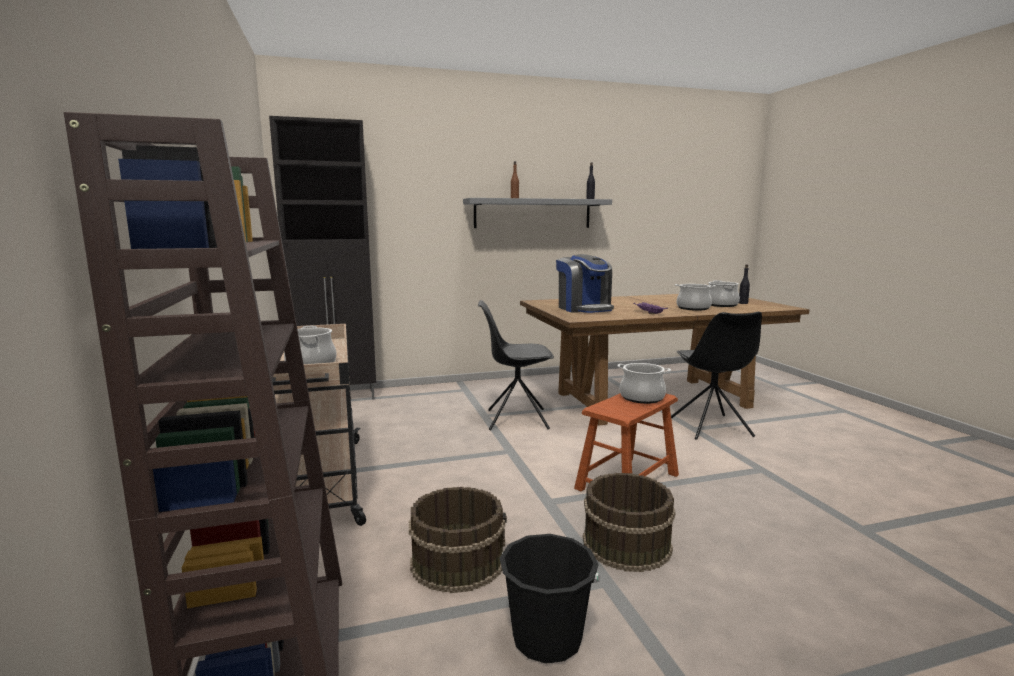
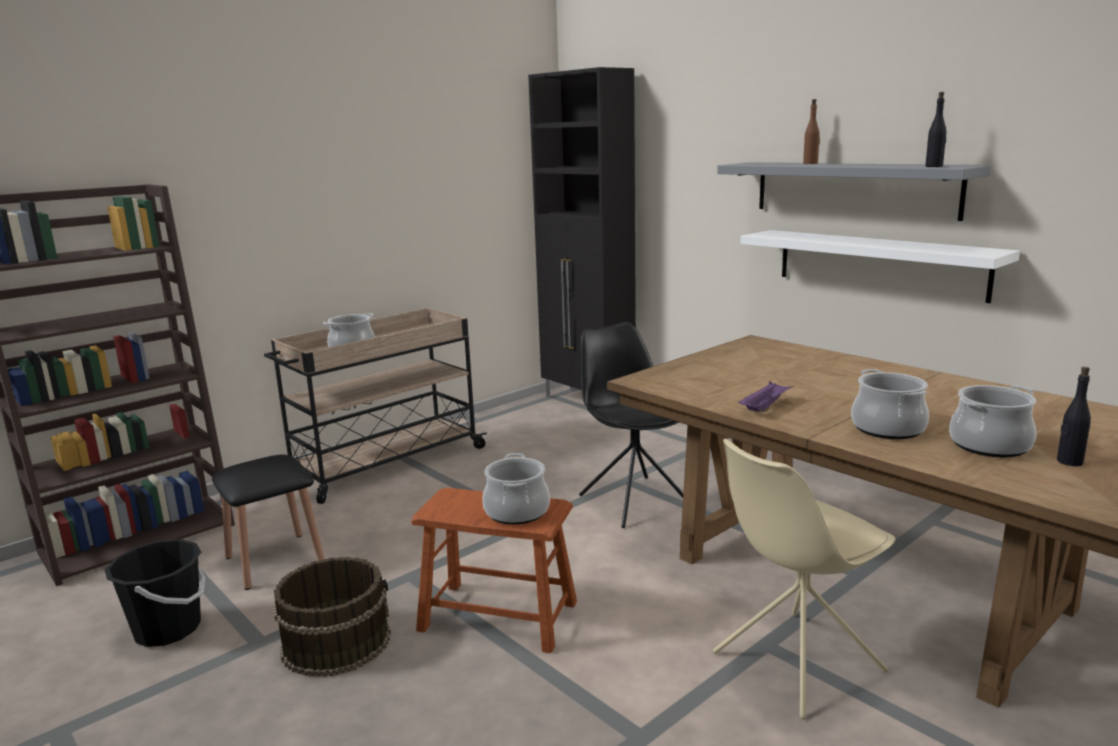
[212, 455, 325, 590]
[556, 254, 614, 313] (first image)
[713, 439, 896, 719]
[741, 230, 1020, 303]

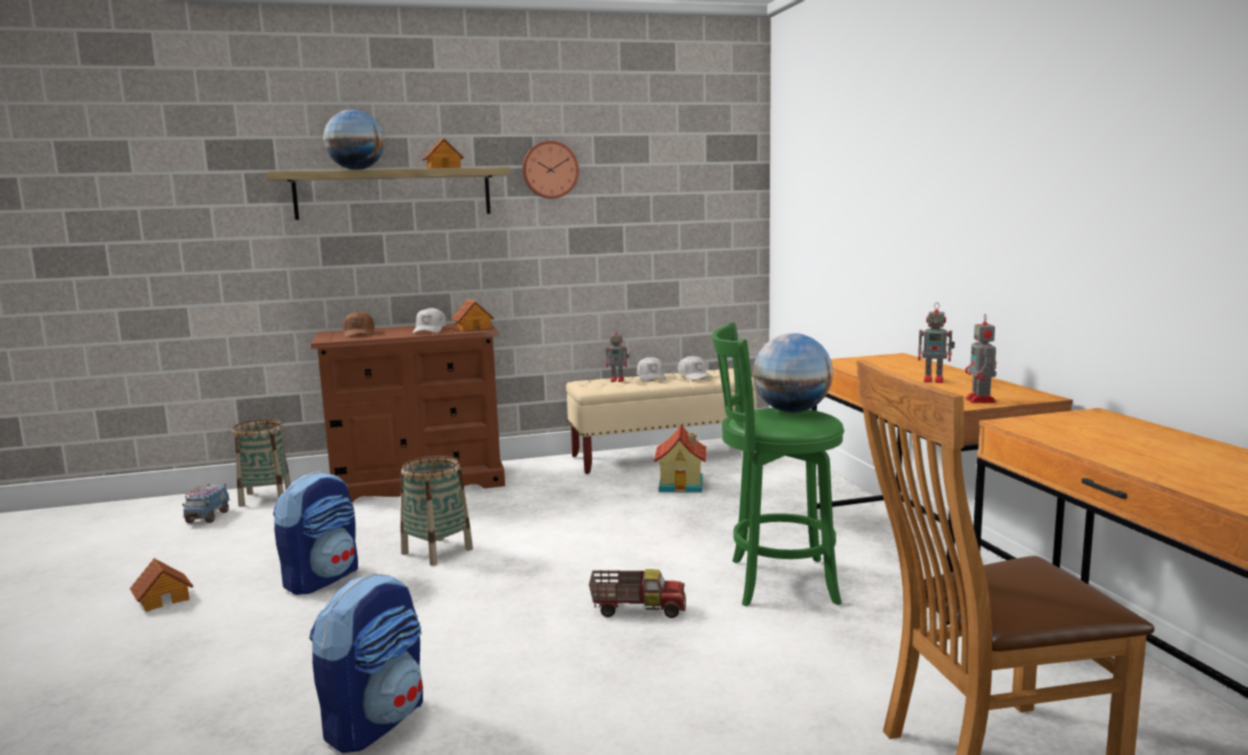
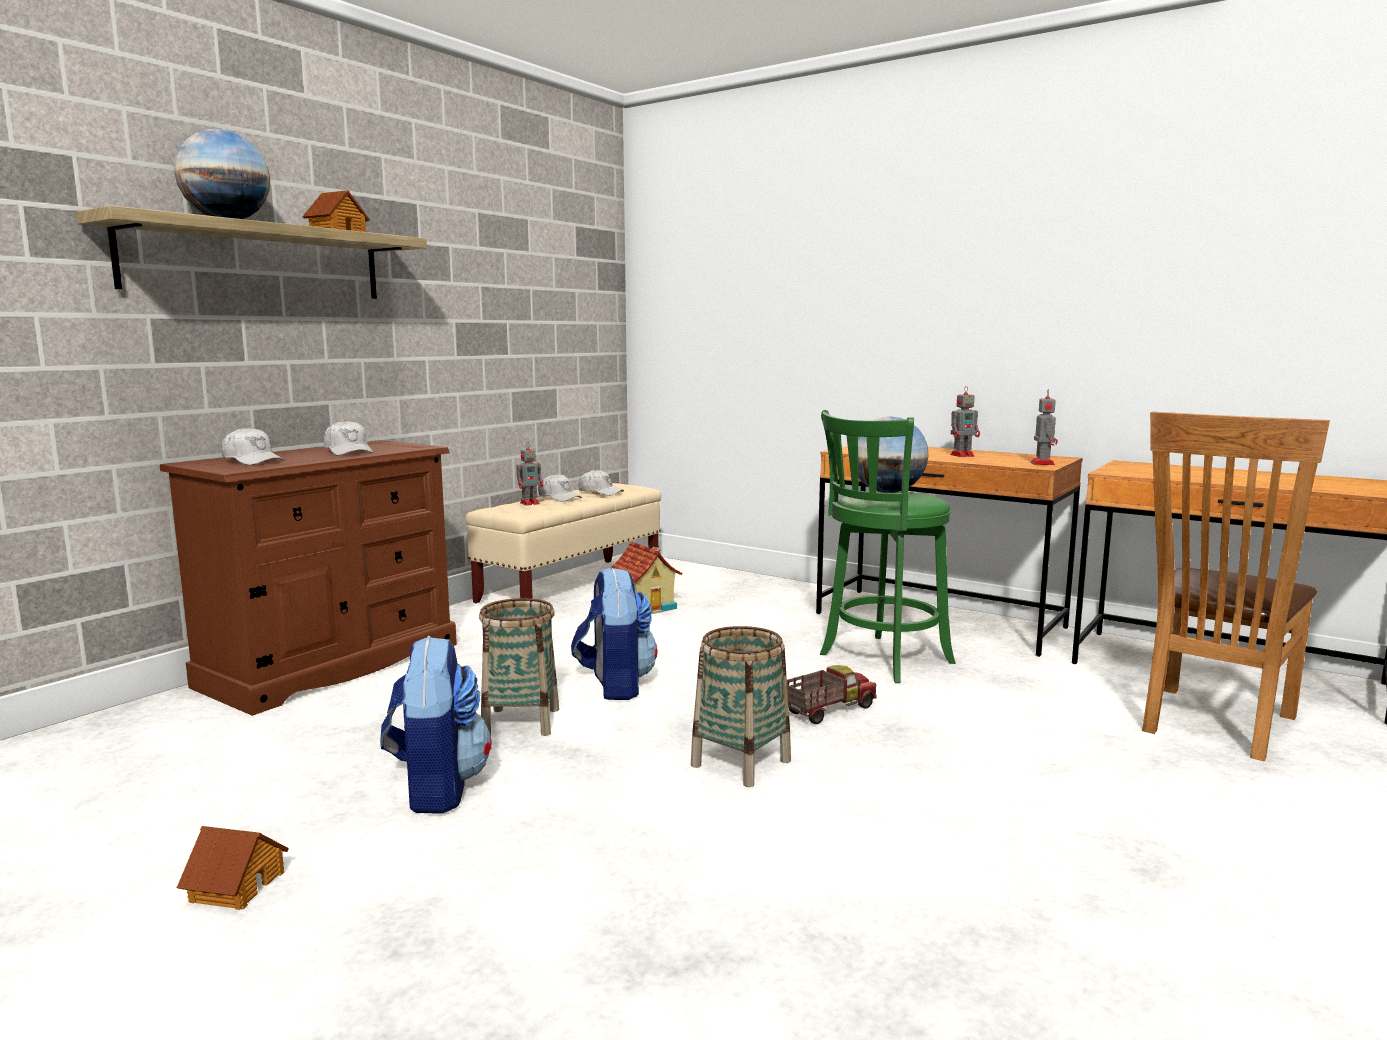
[183, 484, 230, 523] (first image)
[691, 626, 791, 787]
[571, 567, 658, 700]
[221, 427, 285, 465]
[451, 299, 494, 331] (first image)
[522, 141, 579, 199] (first image)
[1030, 390, 1058, 465]

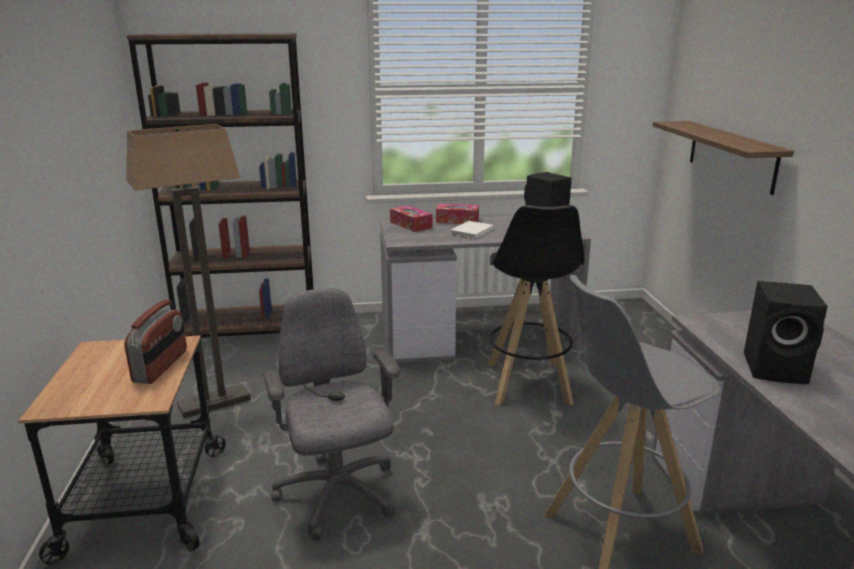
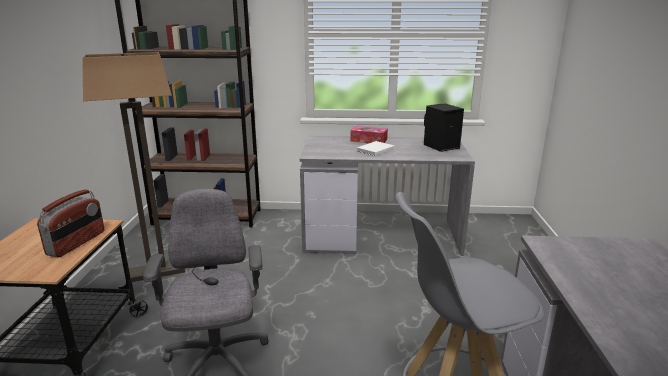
[390, 205, 432, 232] (first image)
[488, 205, 584, 406] (first image)
[653, 121, 794, 195] (first image)
[744, 281, 828, 384] (first image)

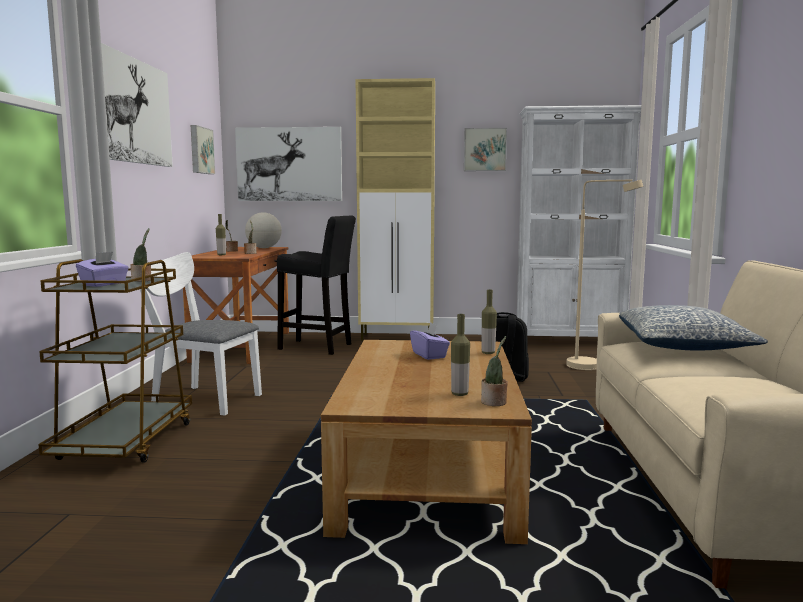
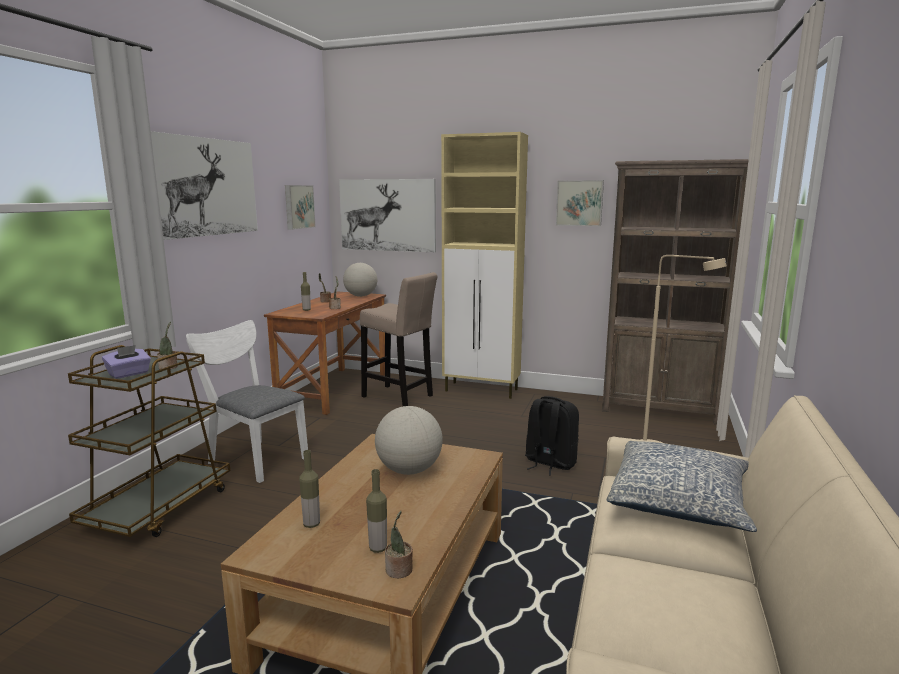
[360, 272, 437, 406]
[375, 406, 443, 475]
[299, 450, 320, 528]
[602, 159, 749, 425]

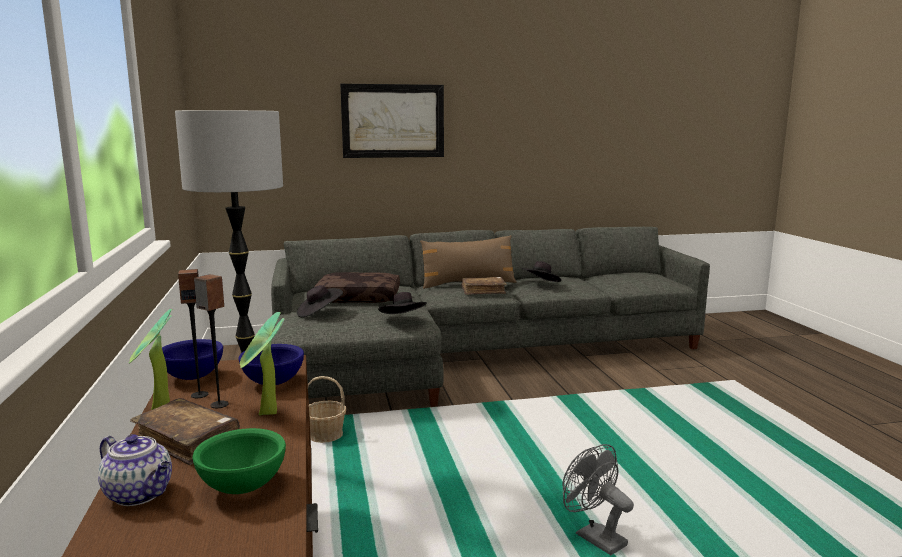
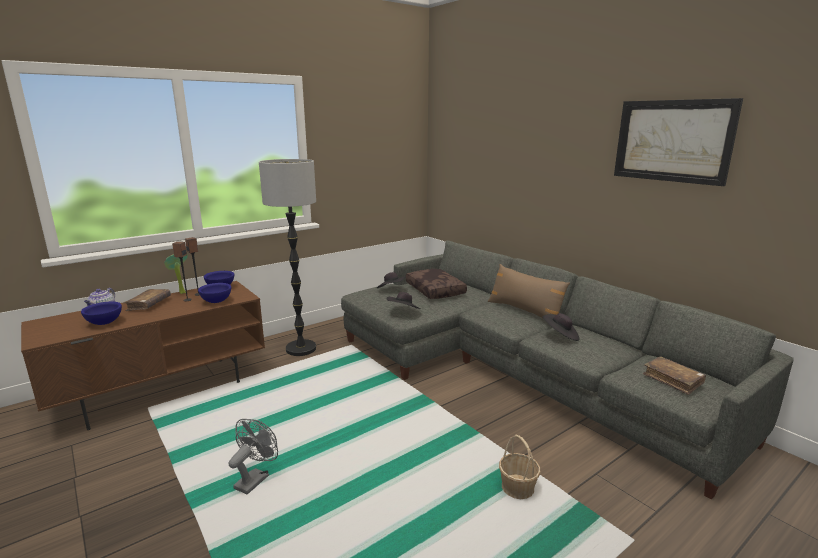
[81, 302, 122, 325]
[240, 312, 284, 416] (first image)
[499, 435, 541, 499]
[614, 98, 743, 186]
[643, 356, 706, 395]

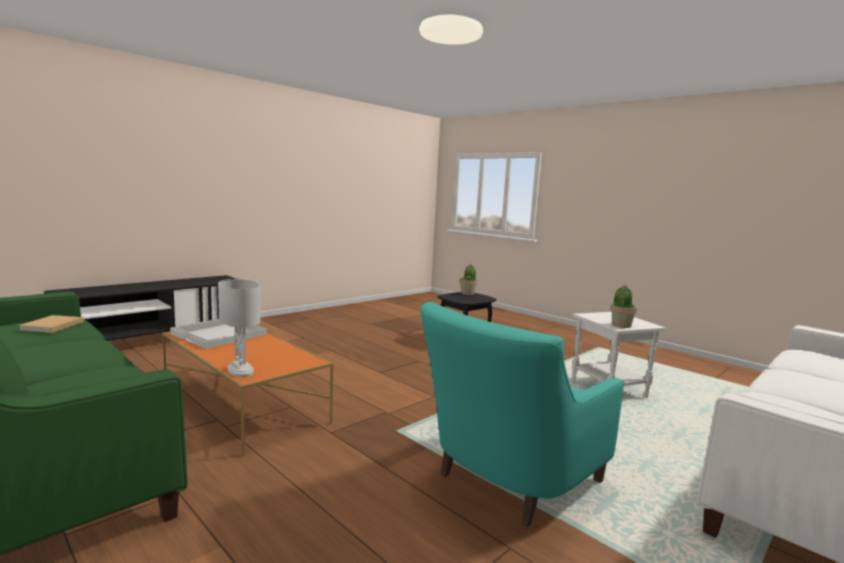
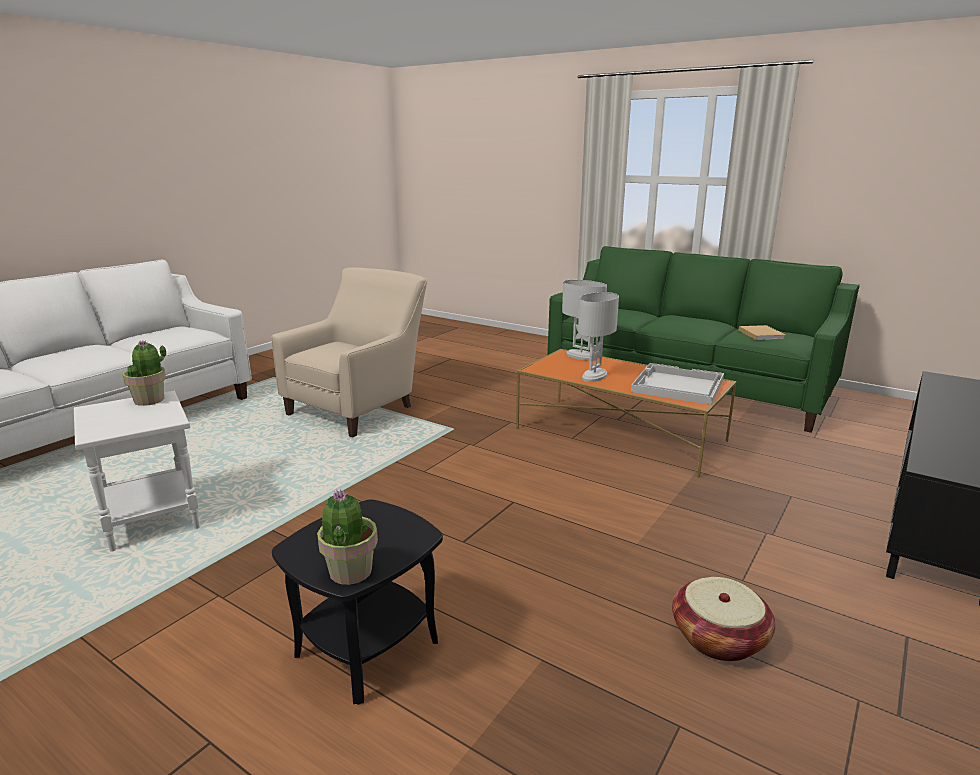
[271, 267, 427, 438]
[578, 292, 619, 382]
[672, 577, 775, 661]

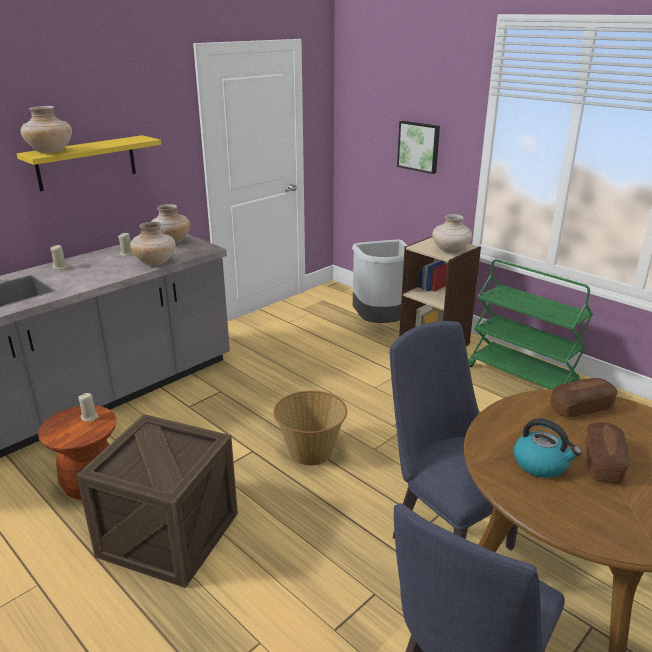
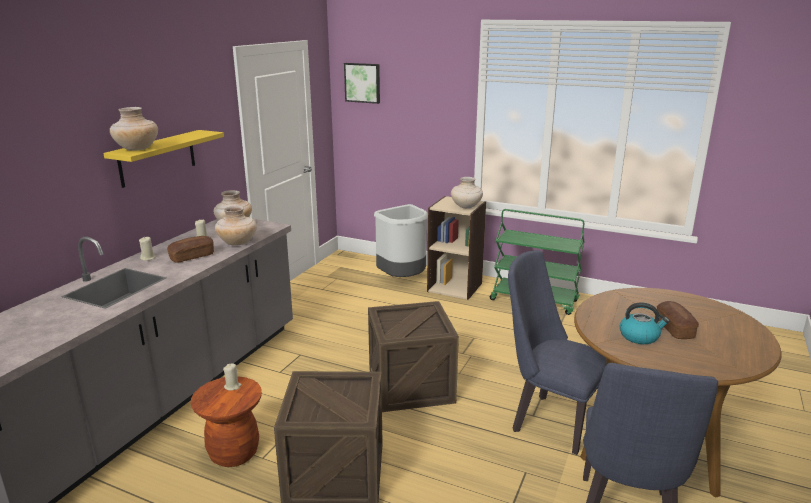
[368, 301, 459, 412]
[344, 63, 380, 104]
[167, 236, 214, 263]

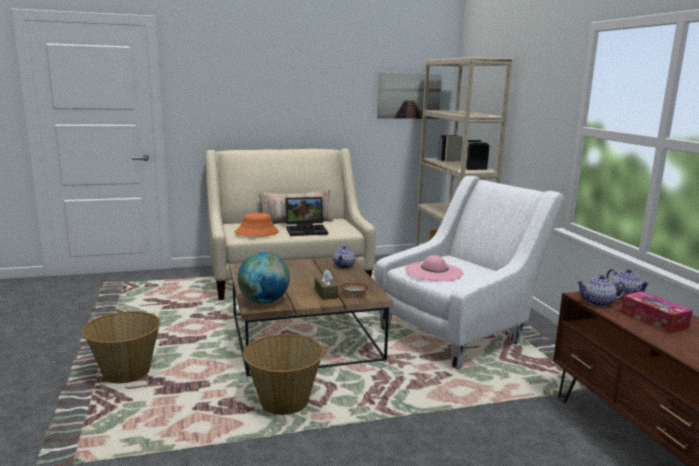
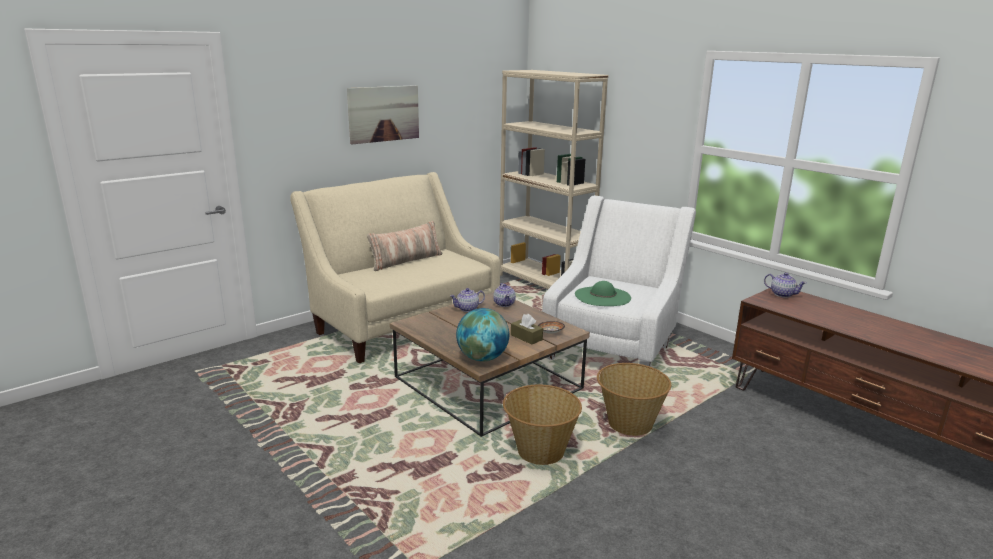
[597, 363, 671, 436]
[235, 213, 279, 237] (first image)
[285, 197, 328, 236] (first image)
[347, 85, 419, 144]
[575, 281, 631, 306]
[450, 288, 485, 312]
[621, 291, 693, 333] (first image)

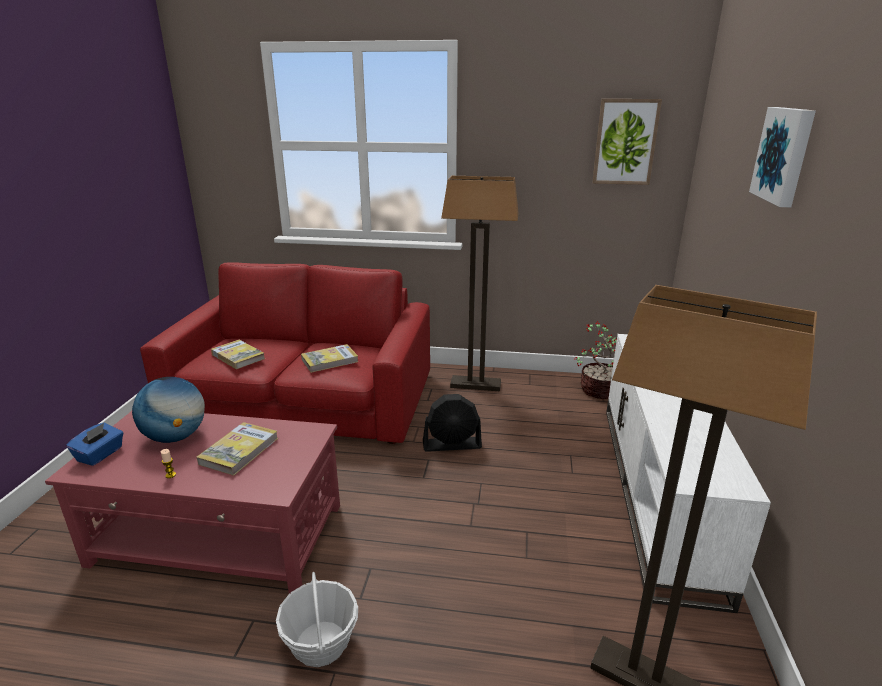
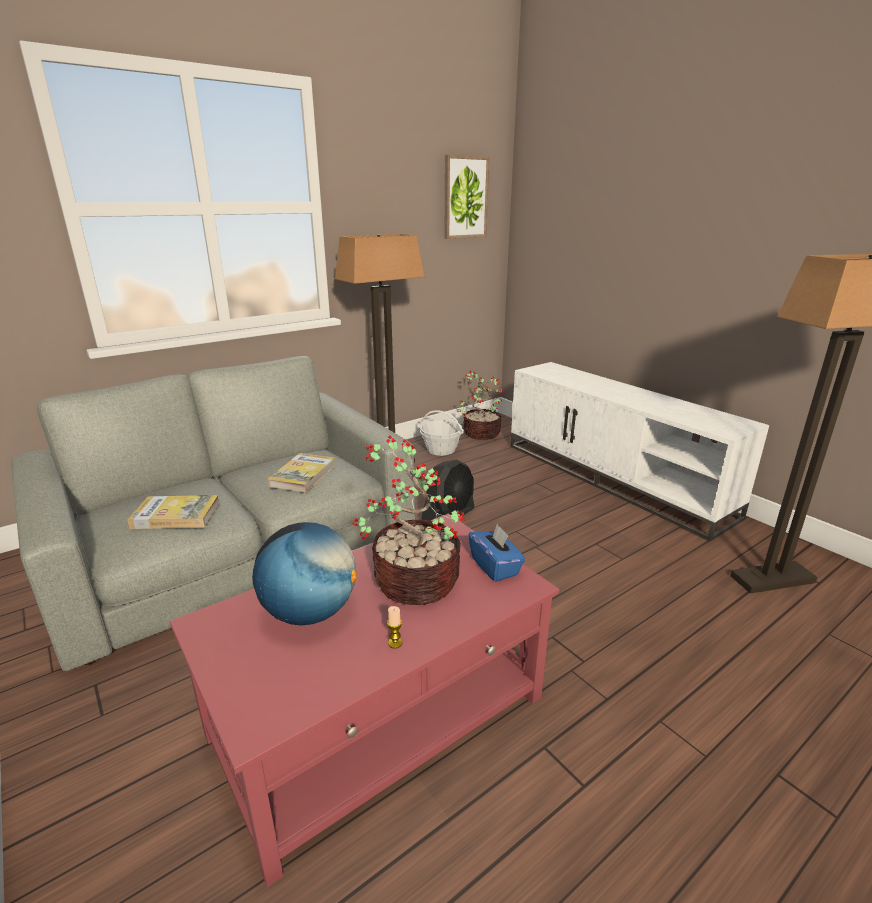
[468, 524, 525, 582]
[11, 356, 415, 671]
[352, 435, 465, 605]
[420, 410, 464, 456]
[749, 107, 816, 208] (first image)

